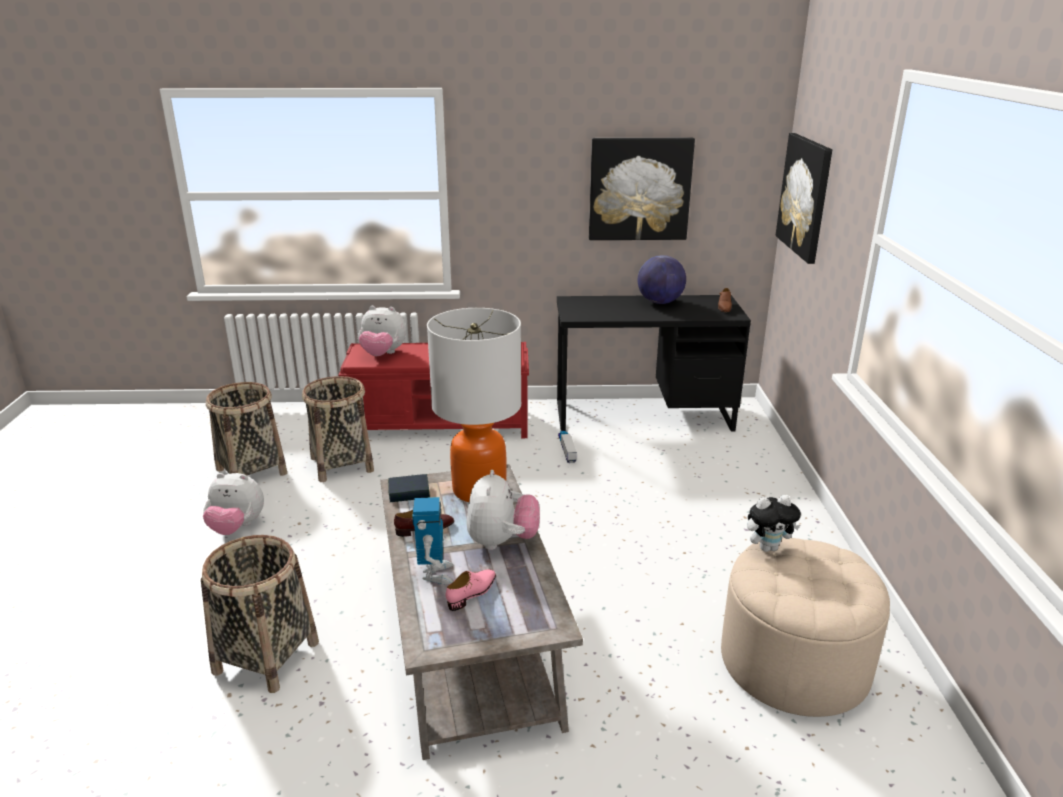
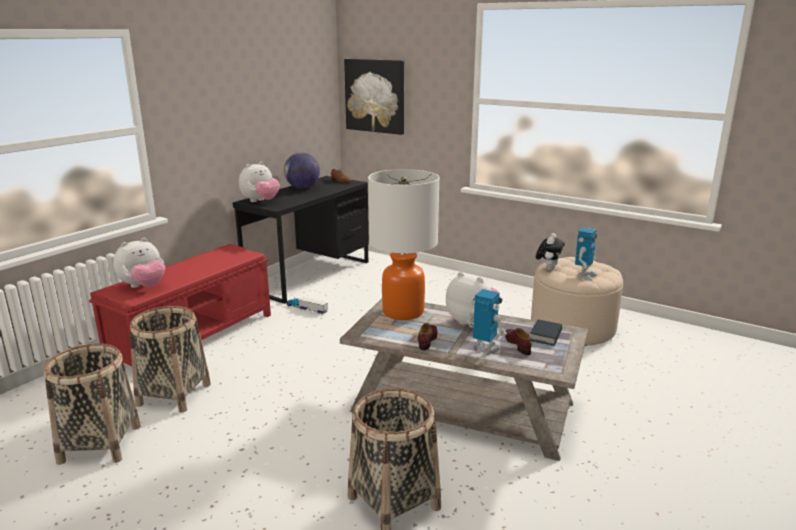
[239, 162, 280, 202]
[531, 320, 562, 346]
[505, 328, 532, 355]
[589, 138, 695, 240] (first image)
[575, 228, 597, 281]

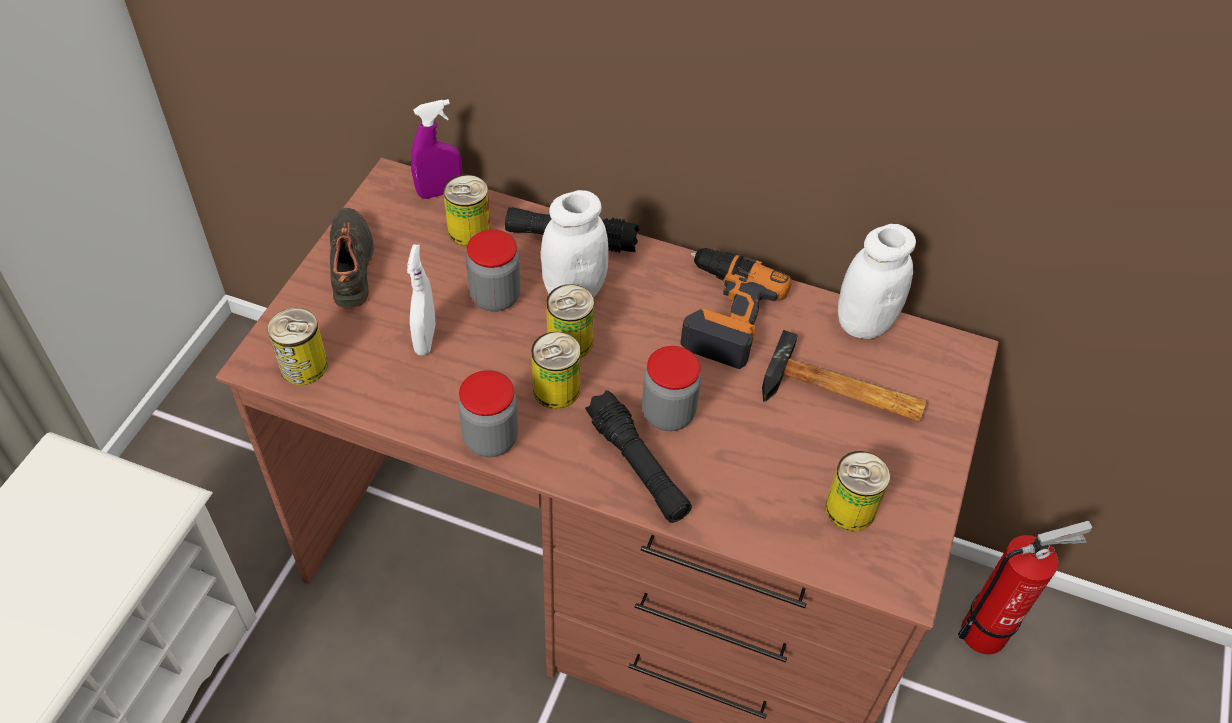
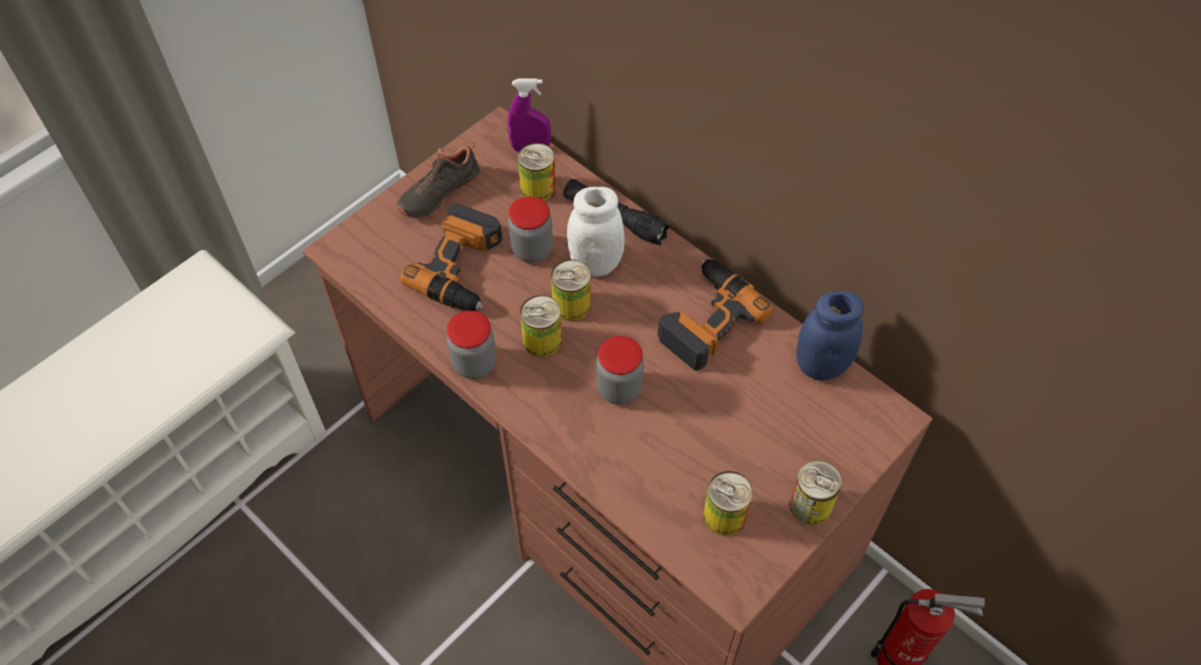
[789, 460, 842, 525]
[397, 141, 480, 219]
[400, 203, 502, 311]
[585, 390, 692, 523] (first image)
[762, 330, 927, 422] (first image)
[796, 291, 864, 381]

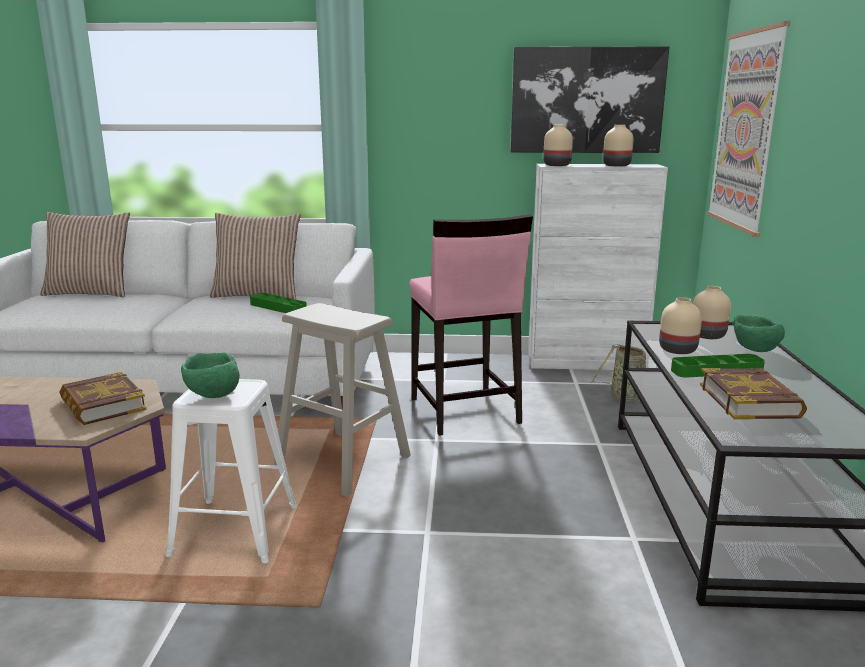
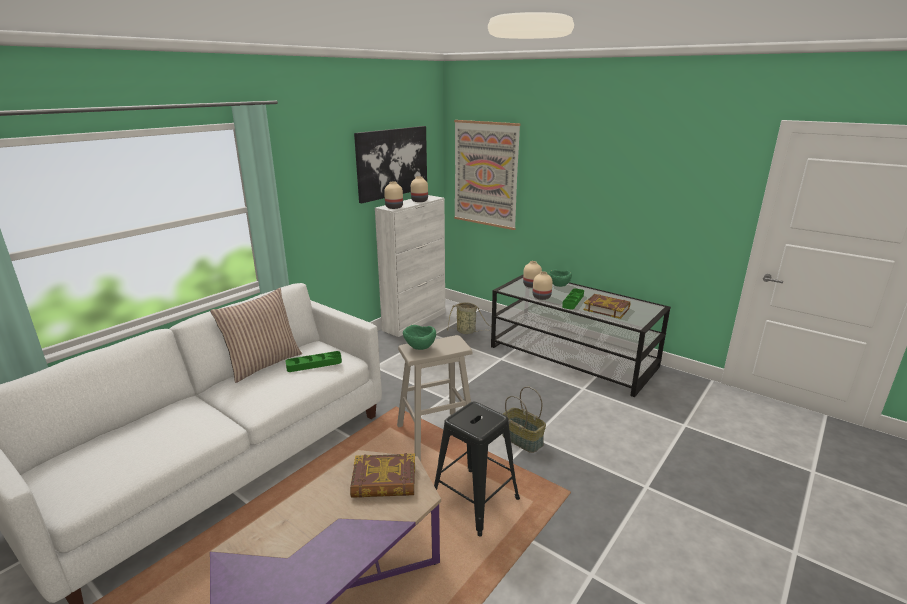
[40, 212, 130, 298] (first image)
[434, 402, 520, 536]
[403, 325, 436, 350]
[409, 215, 533, 436] (first image)
[502, 387, 546, 453]

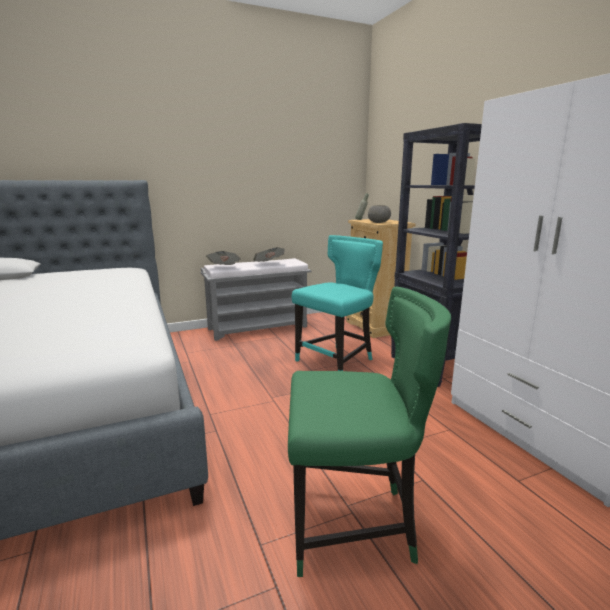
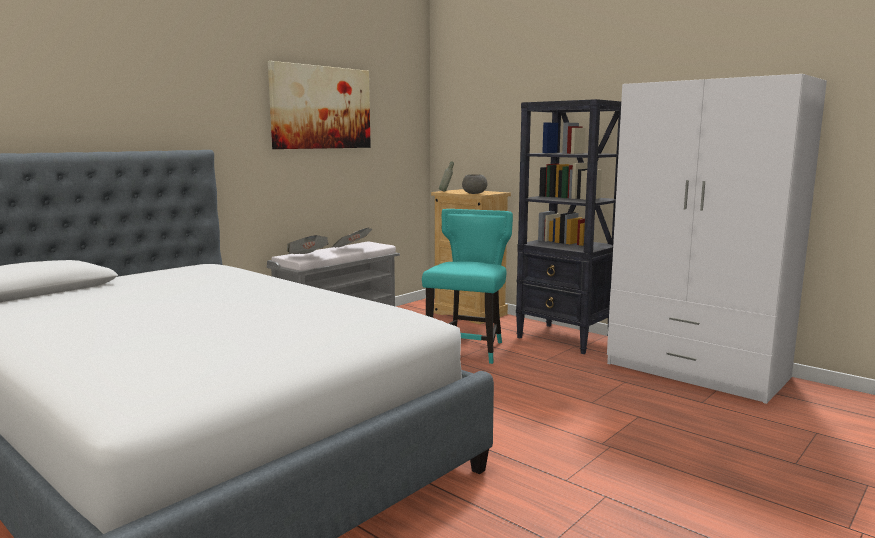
[288, 286, 451, 577] (first image)
[268, 61, 371, 149]

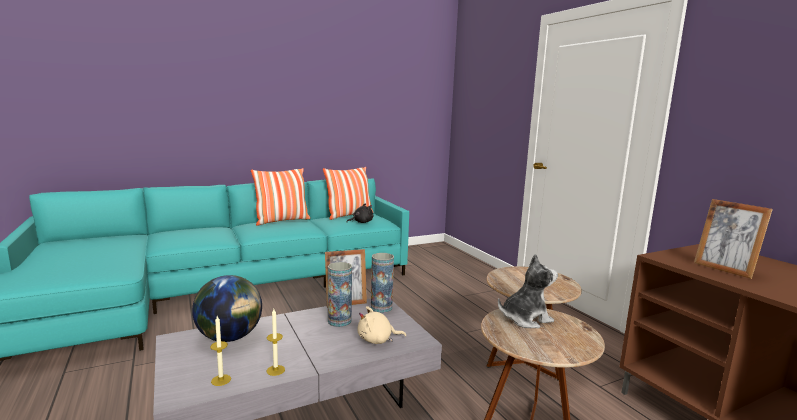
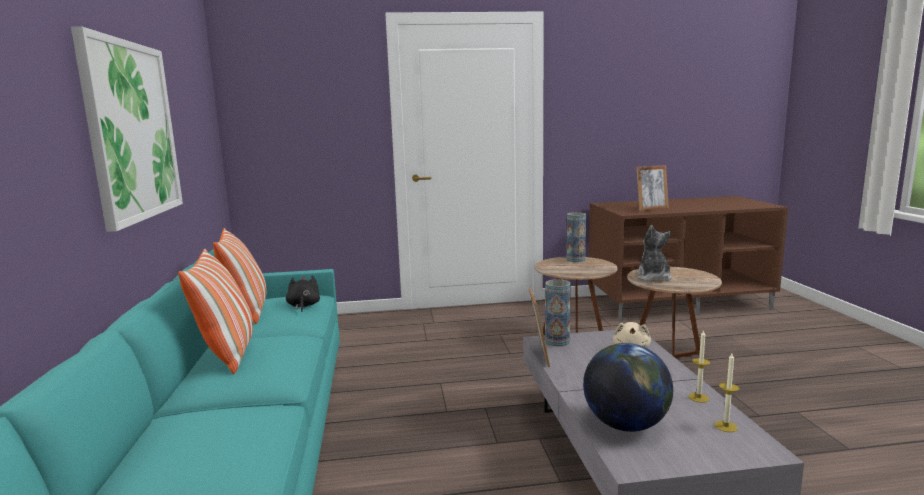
[566, 212, 586, 262]
[71, 27, 183, 232]

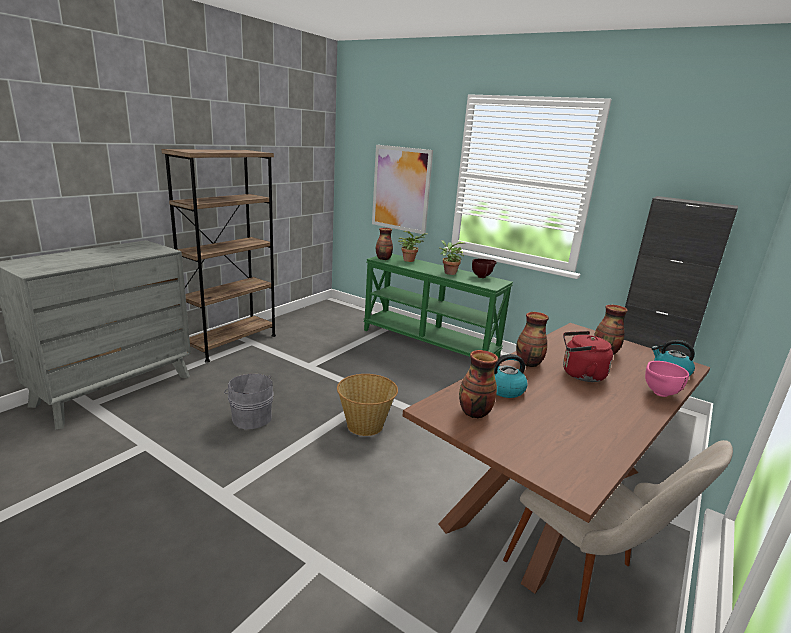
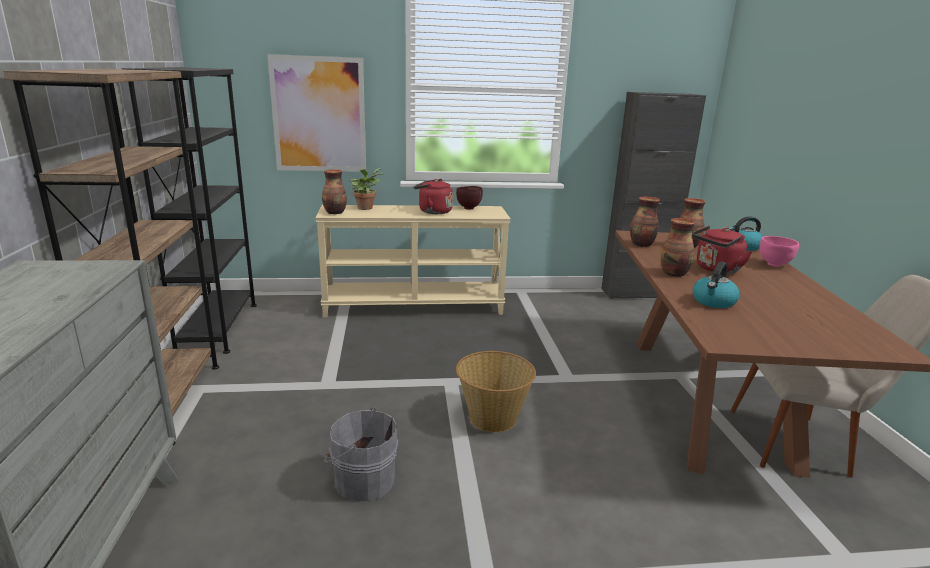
[315, 205, 511, 317]
[413, 179, 453, 214]
[630, 196, 660, 247]
[122, 67, 257, 354]

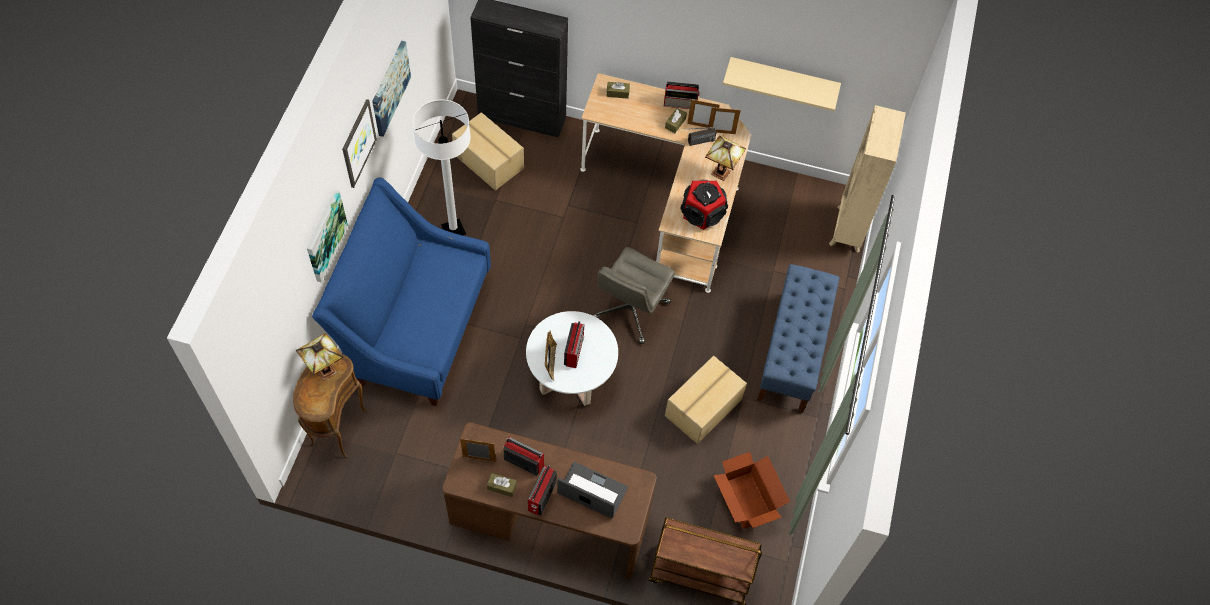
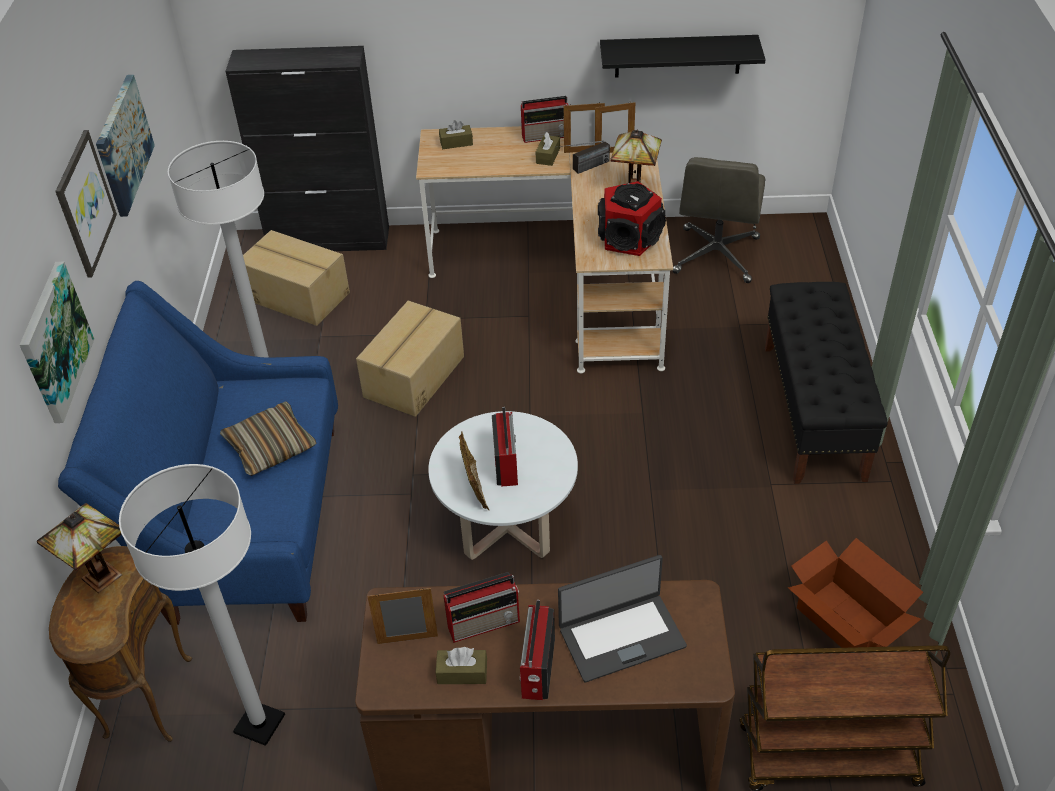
[443, 572, 520, 643]
[558, 555, 687, 682]
[672, 157, 765, 283]
[356, 301, 464, 417]
[600, 35, 766, 78]
[765, 282, 888, 484]
[829, 105, 906, 253] (first image)
[119, 464, 285, 746]
[220, 401, 317, 476]

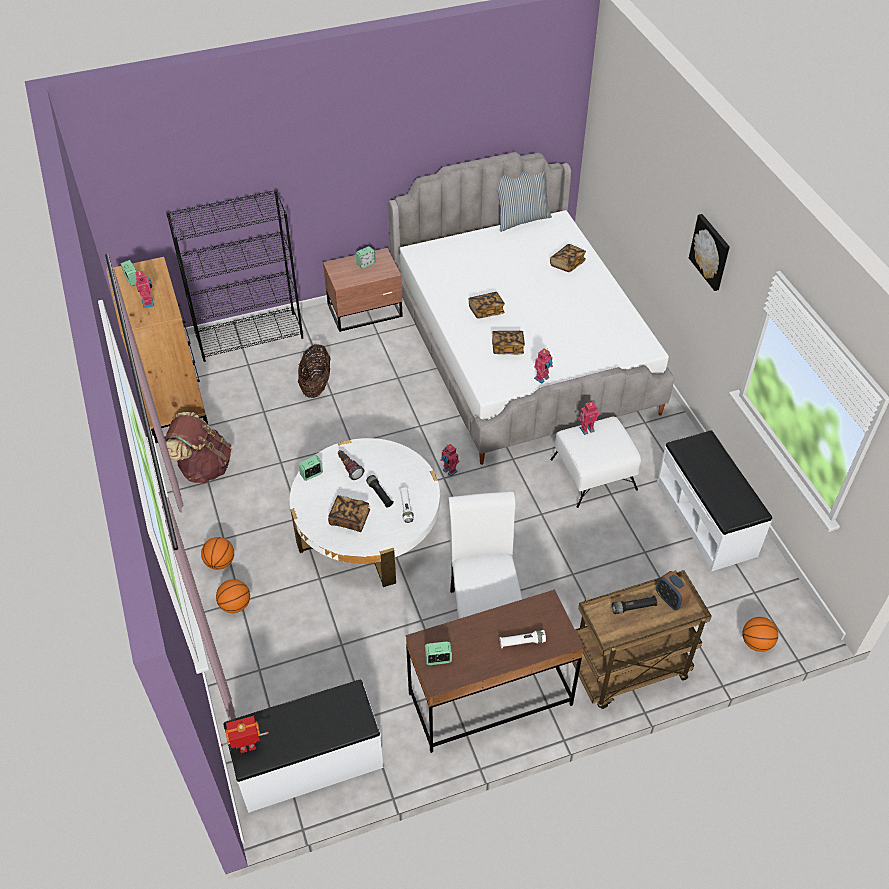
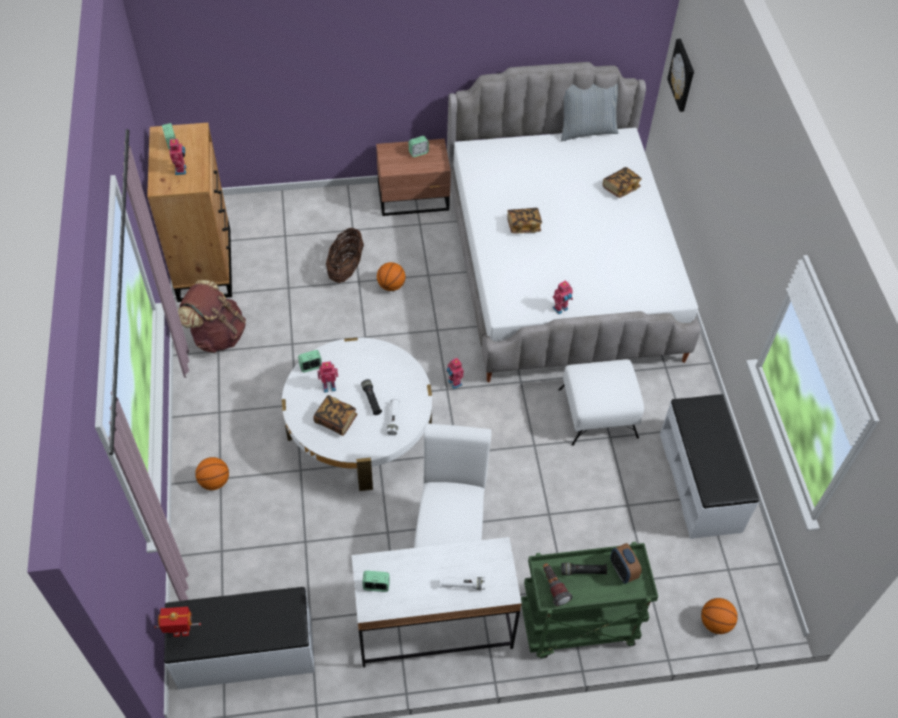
[166, 190, 303, 362] (first image)
[377, 262, 405, 291]
[543, 563, 573, 606]
[352, 537, 522, 667]
[492, 331, 525, 355] (first image)
[521, 542, 658, 659]
[317, 361, 338, 393]
[667, 39, 694, 112]

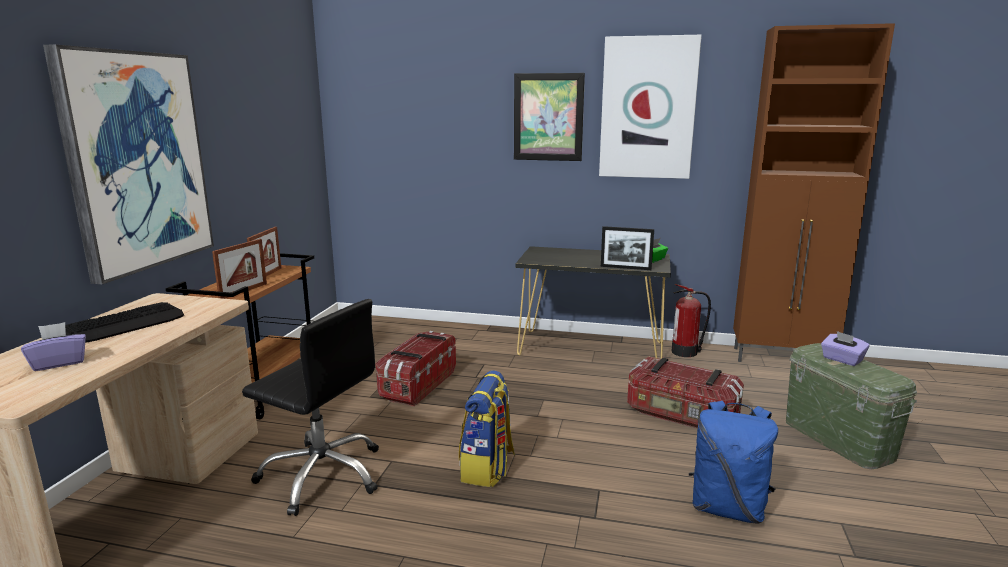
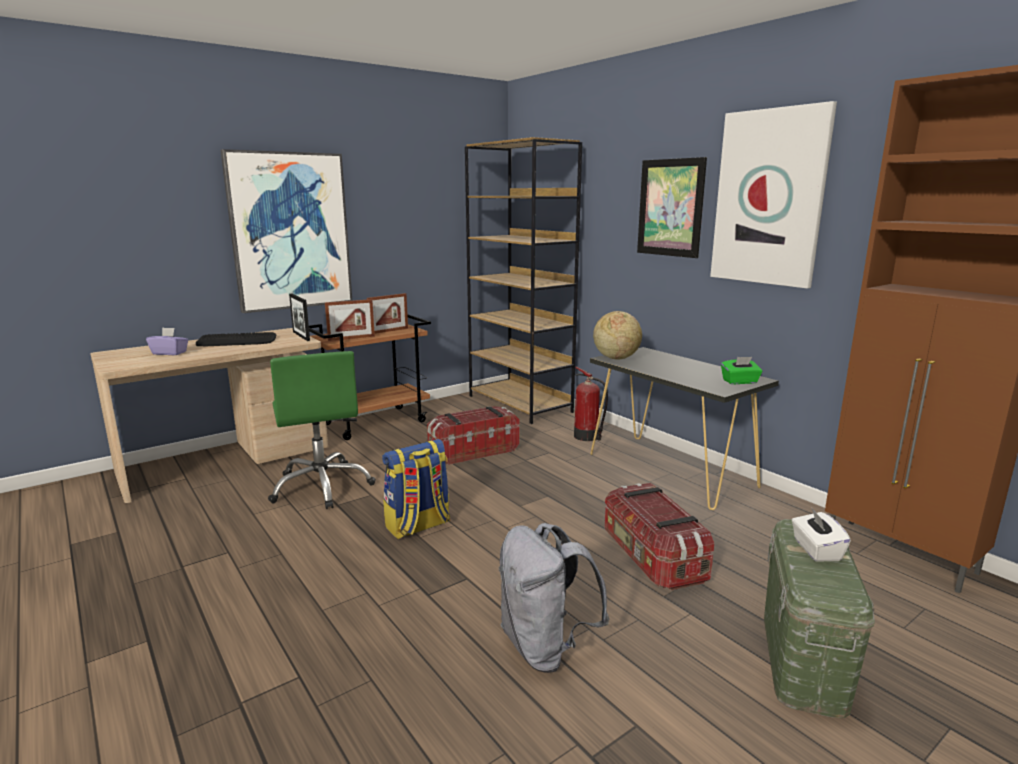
[268, 351, 376, 509]
[289, 294, 310, 341]
[574, 367, 608, 441]
[499, 523, 610, 673]
[792, 508, 851, 562]
[465, 137, 582, 424]
[593, 311, 642, 360]

